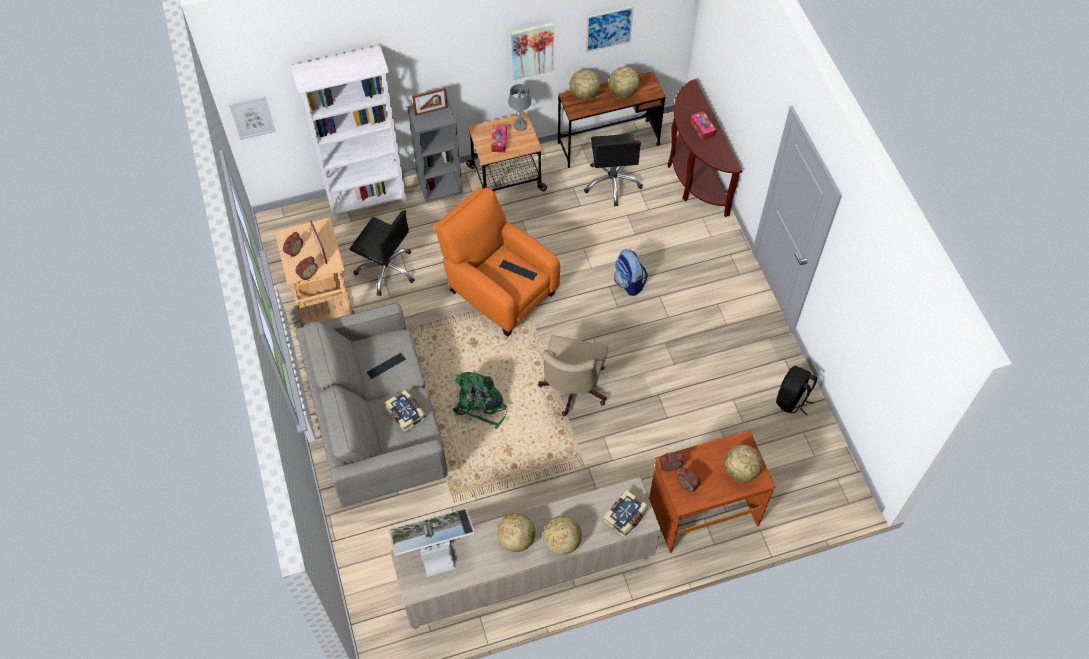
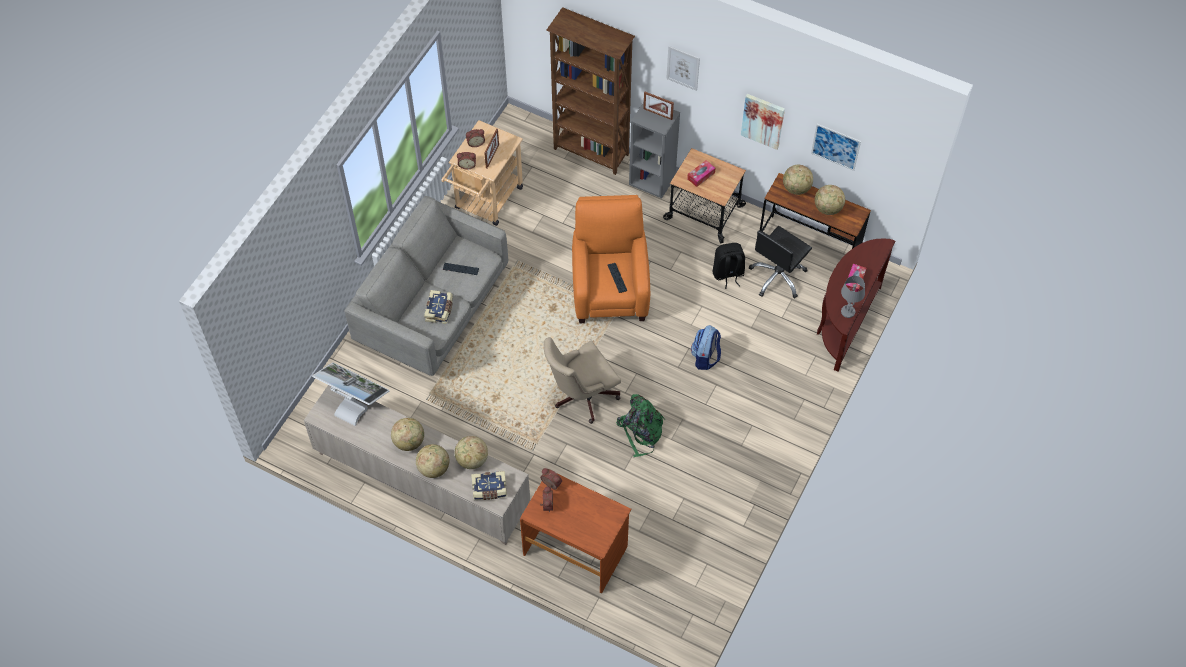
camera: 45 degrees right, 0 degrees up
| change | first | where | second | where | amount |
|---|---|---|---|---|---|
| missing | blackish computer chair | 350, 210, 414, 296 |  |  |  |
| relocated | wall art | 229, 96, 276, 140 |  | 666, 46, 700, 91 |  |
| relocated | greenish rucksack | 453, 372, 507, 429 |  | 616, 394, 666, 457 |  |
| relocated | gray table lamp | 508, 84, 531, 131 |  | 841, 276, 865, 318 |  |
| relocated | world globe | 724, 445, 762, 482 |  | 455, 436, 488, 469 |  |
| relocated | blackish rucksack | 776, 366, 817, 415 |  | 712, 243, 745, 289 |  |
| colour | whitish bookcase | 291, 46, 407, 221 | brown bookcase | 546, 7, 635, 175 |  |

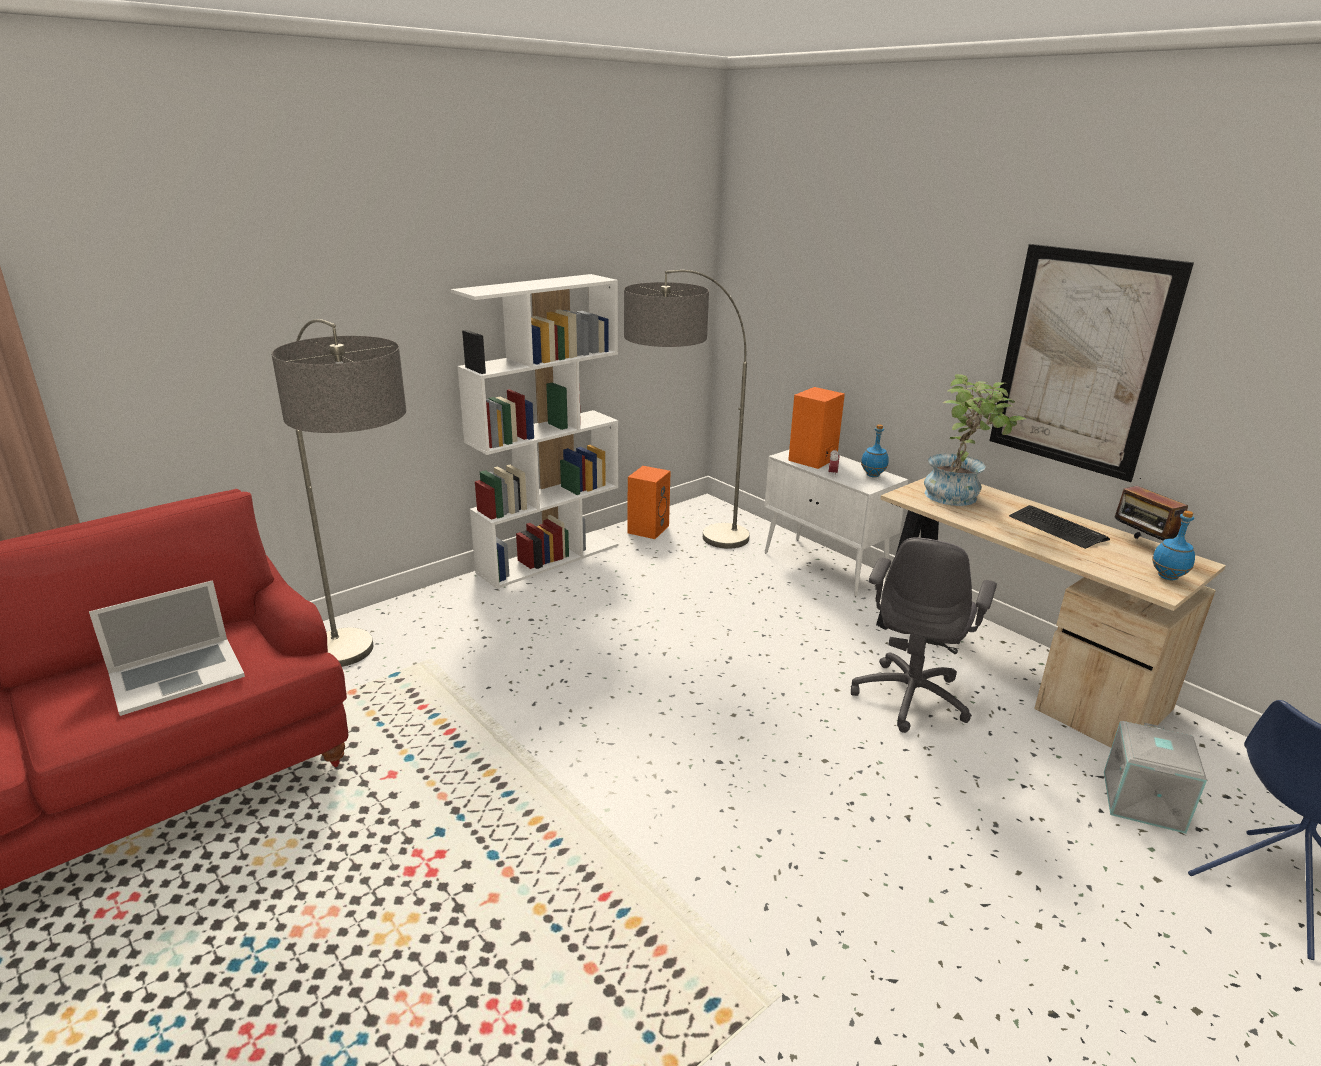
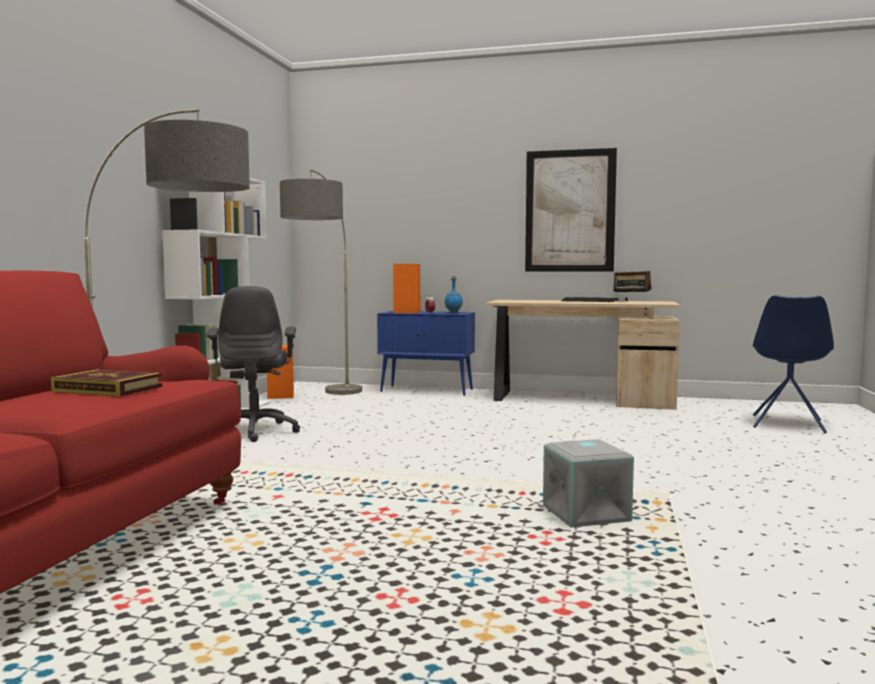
camera: 35 degrees left, 20 degrees down
| change | first | where | second | where | amount |
|---|---|---|---|---|---|
| missing | houseplant | 924, 374, 1027, 506 |  |  |  |
| missing | blue beverage bottle | 1152, 511, 1195, 580 |  |  |  |
| relocated | gray computer chair | 851, 538, 997, 733 |  | 206, 286, 300, 442 |  |
| relocated | gray storage container | 1104, 721, 1207, 833 |  | 543, 439, 634, 528 |  |
| exchanged | notebook computer | 89, 580, 245, 716 | book | 51, 369, 163, 396 |  |
| colour | whitish storage cabinet | 765, 450, 908, 597 | blue storage cabinet | 377, 311, 475, 396 |  |

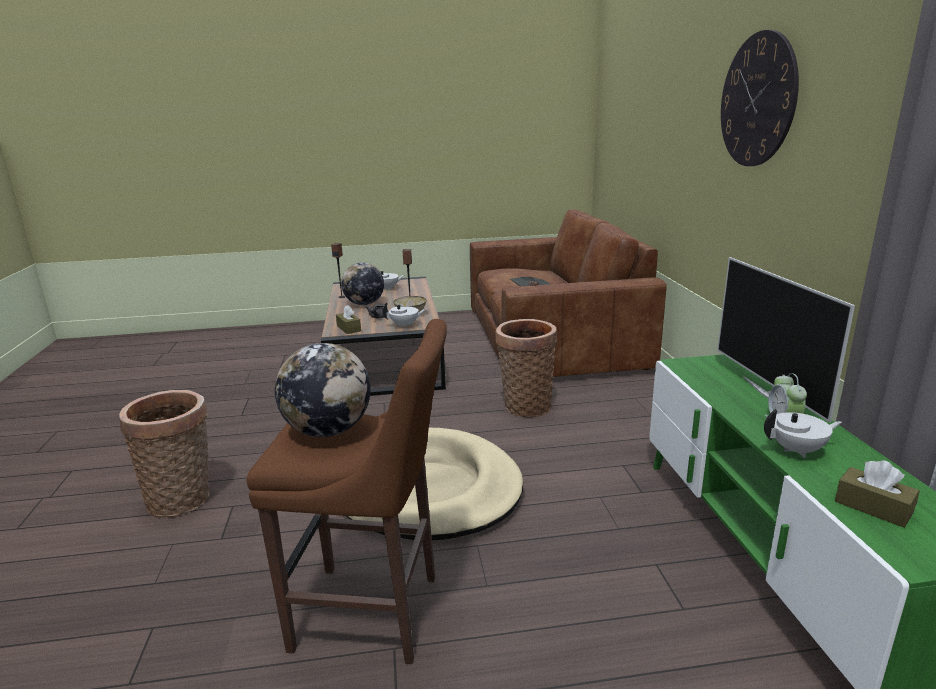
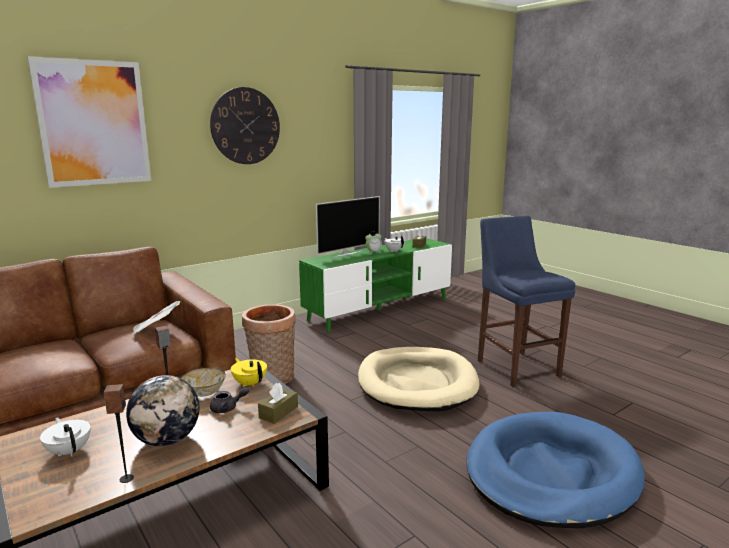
camera: 120 degrees left, 5 degrees down
| change | first | where | second | where | amount |
|---|---|---|---|---|---|
| missing | world globe | 275, 343, 370, 437 |  |  |  |
| appeared |  |  | wall art | 28, 56, 151, 188 |  |
| exchanged | storage basket | 119, 390, 210, 518 | blue pet bed | 466, 412, 645, 528 |  |
| colour | brown stool | 247, 319, 447, 664 | blue stool | 478, 215, 575, 387 |  |
| colour | whitish teapot | 383, 302, 426, 327 | yellow teapot | 231, 358, 267, 387 |  |

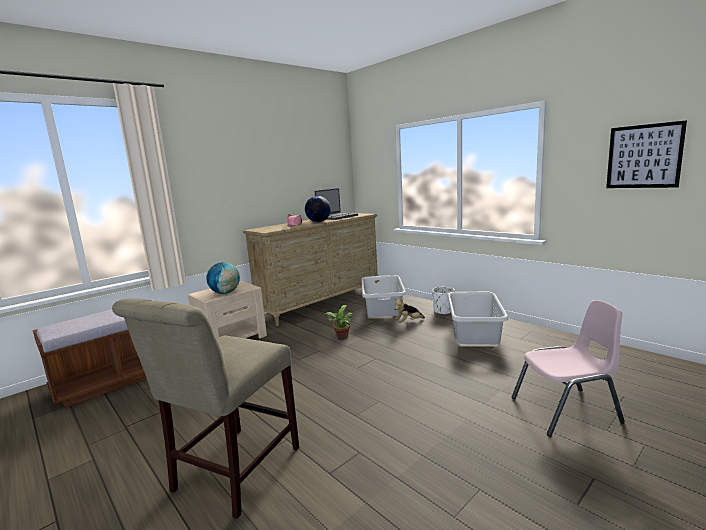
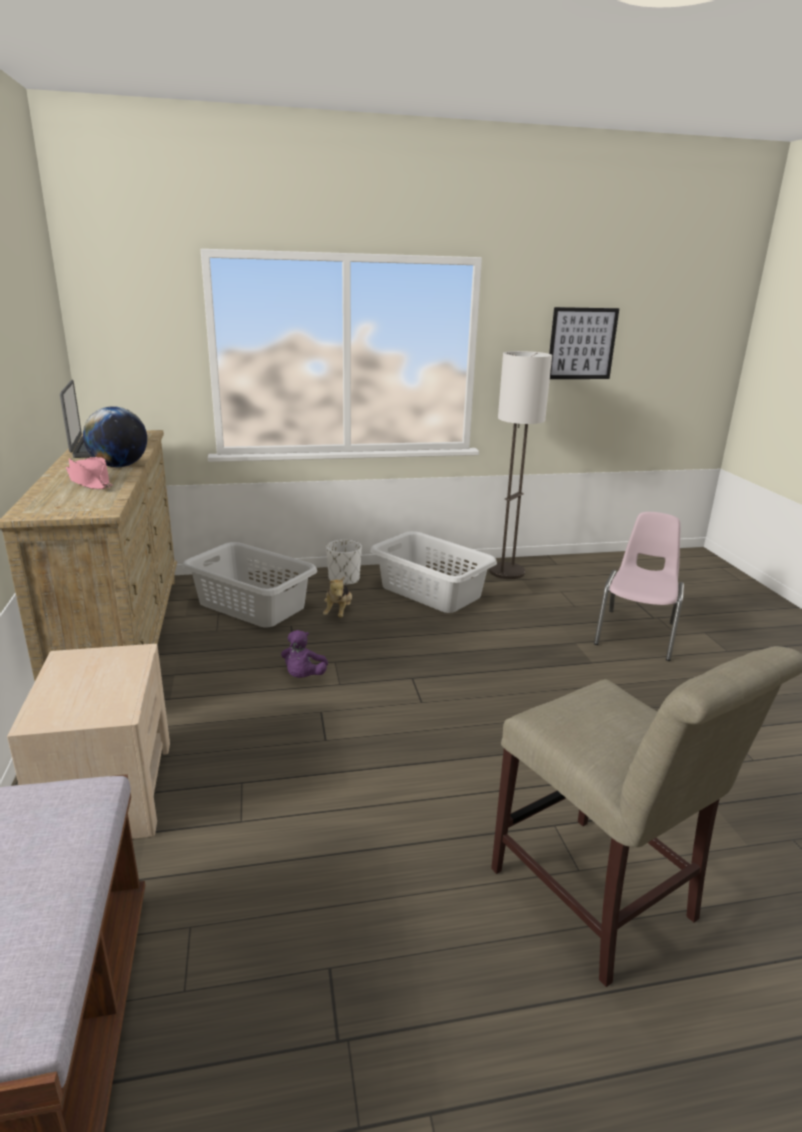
camera: 60 degrees left, 10 degrees up
| change | first | where | second | where | amount |
|---|---|---|---|---|---|
| missing | world globe | 206, 262, 240, 294 |  |  |  |
| appeared |  |  | floor lamp | 489, 351, 552, 579 |  |
| exchanged | houseplant | 325, 305, 353, 339 | purple-coloured soft toy | 281, 630, 328, 678 |  |

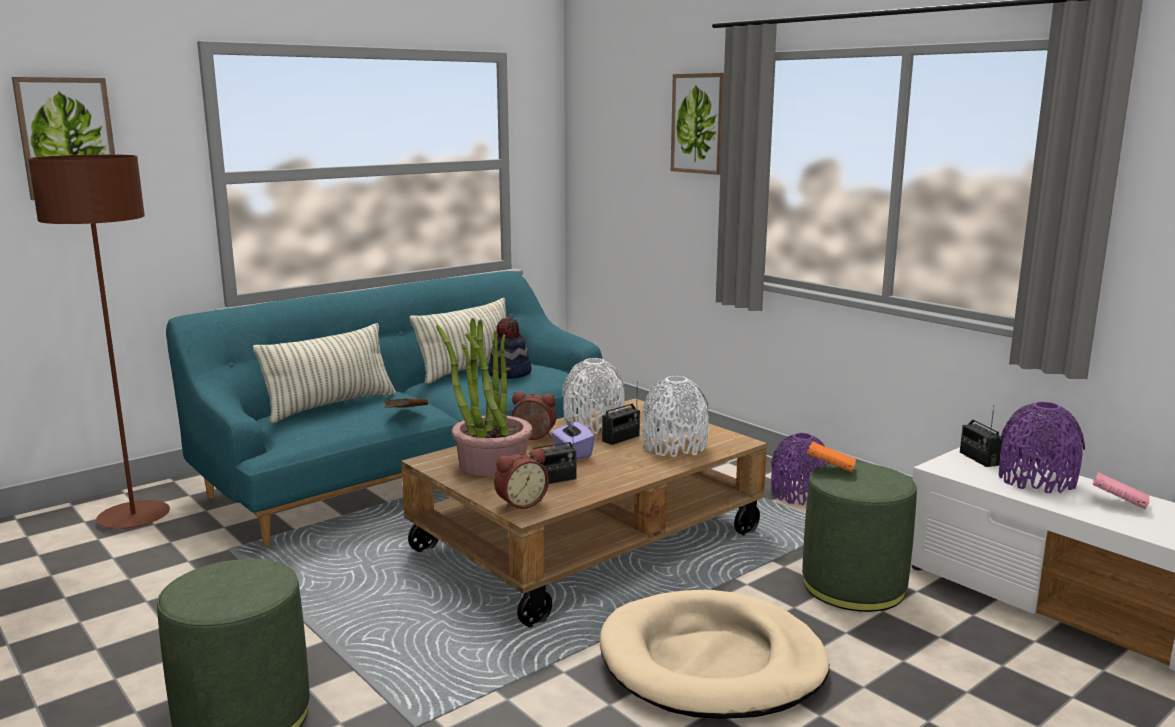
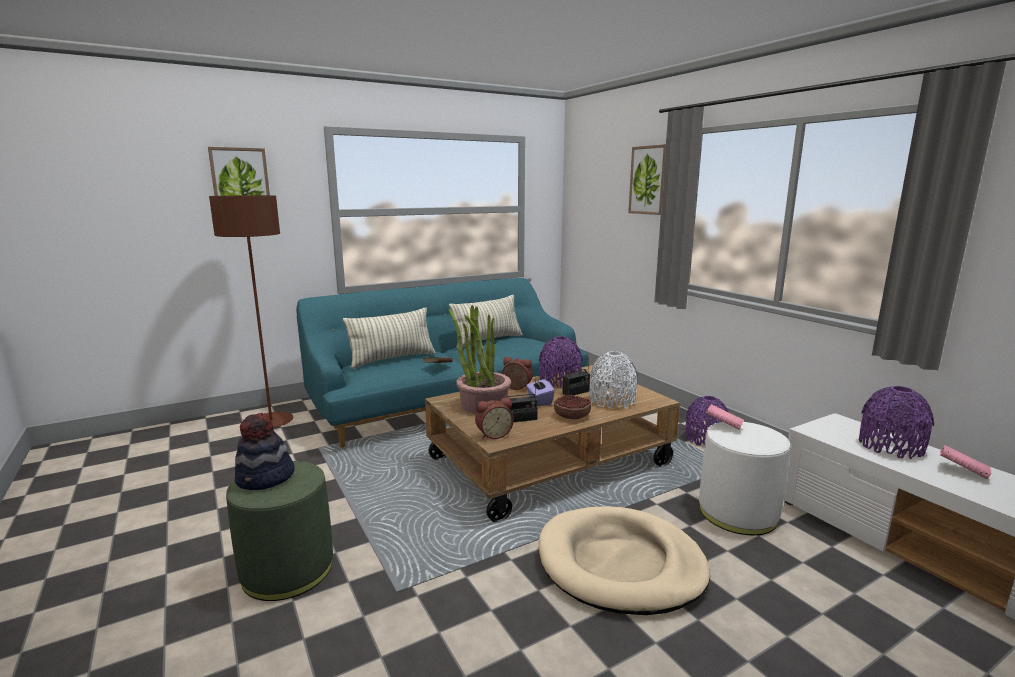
camera: 10 degrees right, 0 degrees up
| change | first | where | second | where | amount |
|---|---|---|---|---|---|
| missing | radio set | 960, 405, 1003, 467 |  |  |  |
| appeared |  |  | bowl | 554, 395, 591, 419 |  |
| relocated | hat | 488, 317, 531, 379 |  | 235, 413, 295, 490 |  |
| colour | whitish vase | 562, 358, 626, 434 | purple-coloured vase | 539, 336, 583, 388 |  |
| colour | greenish footrest | 802, 462, 917, 612 | whitish footrest | 699, 422, 790, 535 |  |
| colour | orange-coloured book | 807, 441, 856, 472 | pink-coloured book | 706, 404, 744, 430 |  |

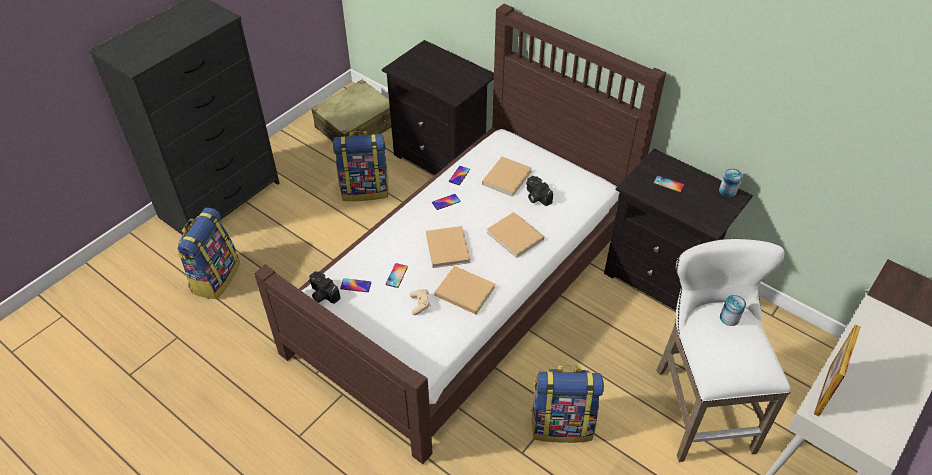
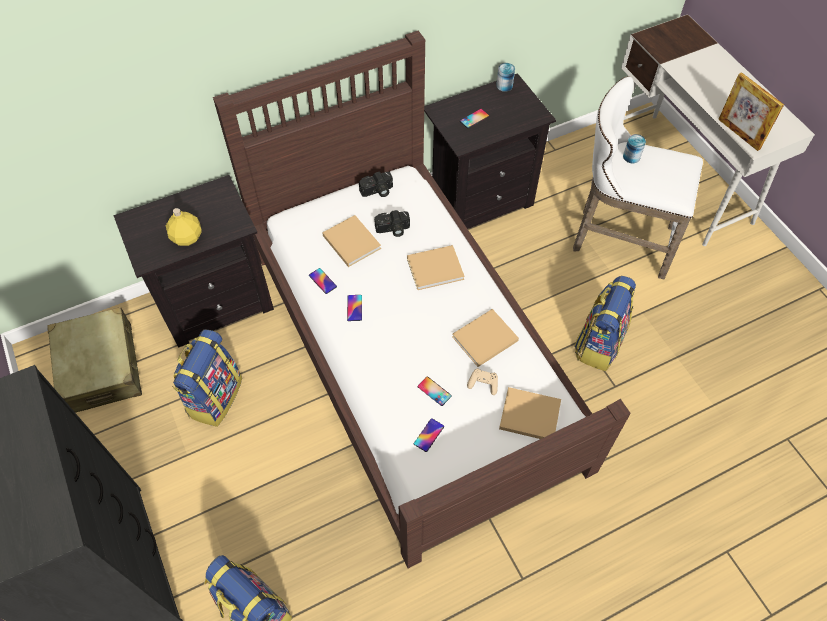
camera: 65 degrees left, 10 degrees up
| change | first | where | second | where | amount |
|---|---|---|---|---|---|
| appeared |  |  | yellow beverage bottle | 166, 208, 202, 246 |  |
| relocated | photo camera | 309, 271, 340, 304 |  | 359, 172, 393, 197 |  |
| relocated | sand-coloured book | 426, 226, 470, 268 |  | 499, 387, 561, 439 |  |

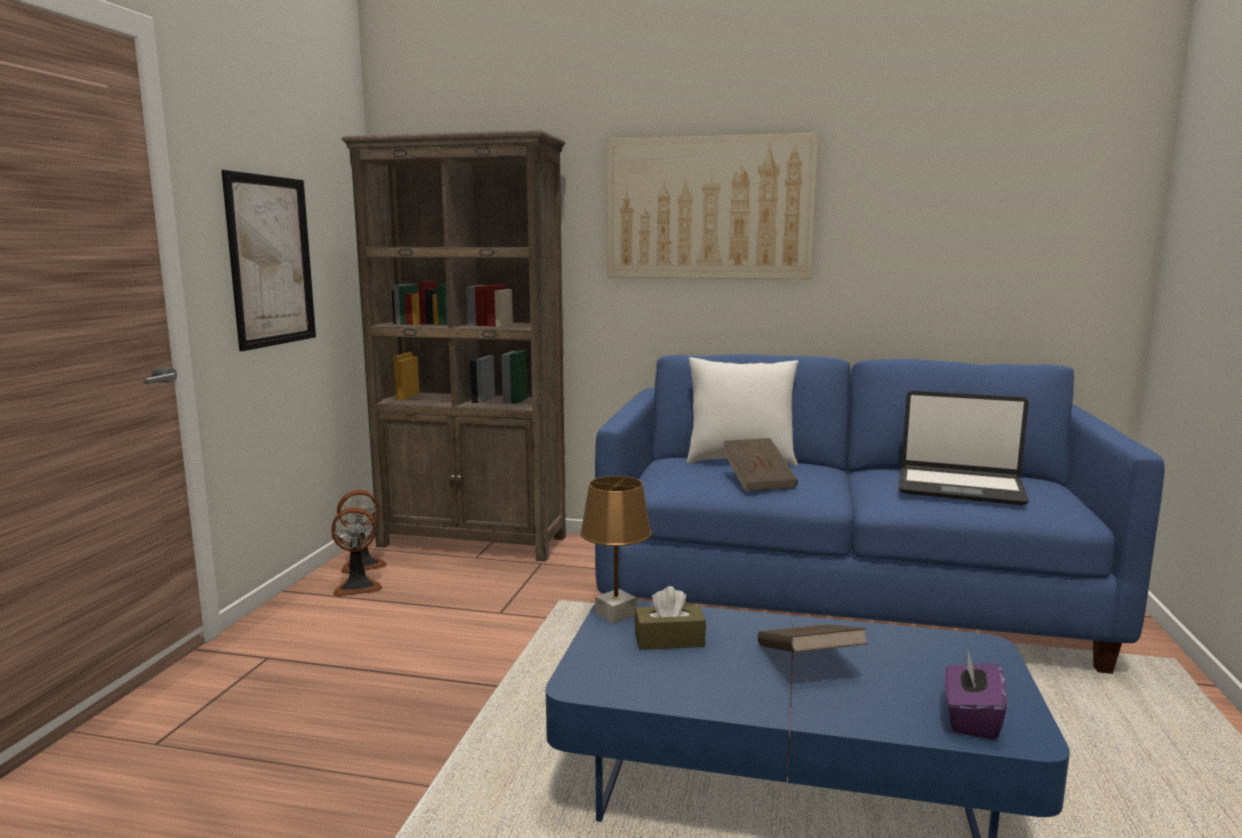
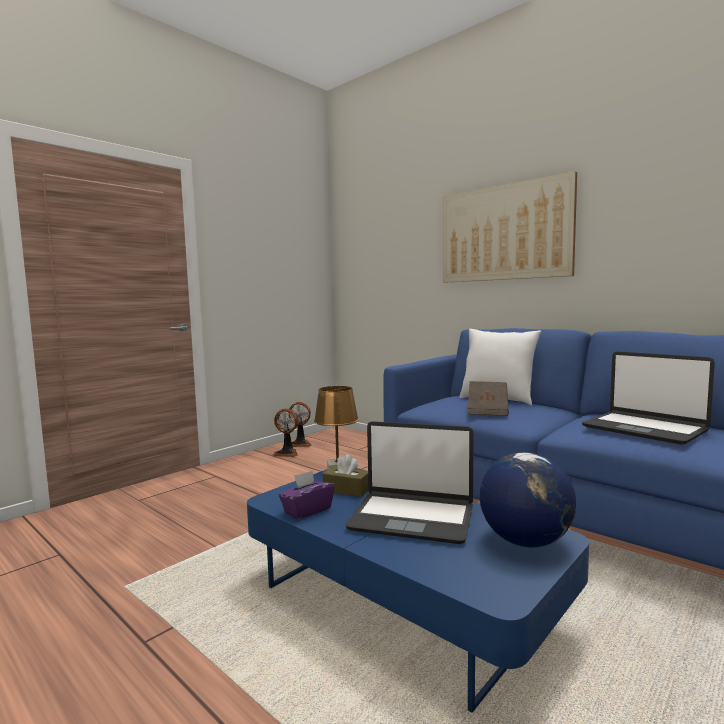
camera: 30 degrees right, 5 degrees down
| change | first | where | second | where | amount |
|---|---|---|---|---|---|
| missing | wall art | 221, 170, 316, 351 |  |  |  |
| missing | brown bookcase | 341, 130, 566, 562 |  |  |  |
| appeared |  |  | world globe | 480, 452, 576, 547 |  |
| relocated | purple-coloured tissue box | 945, 651, 1007, 740 |  | 279, 470, 335, 520 |  |
| exchanged | brown book | 757, 624, 868, 652 | notebook computer | 346, 421, 473, 544 |  |

